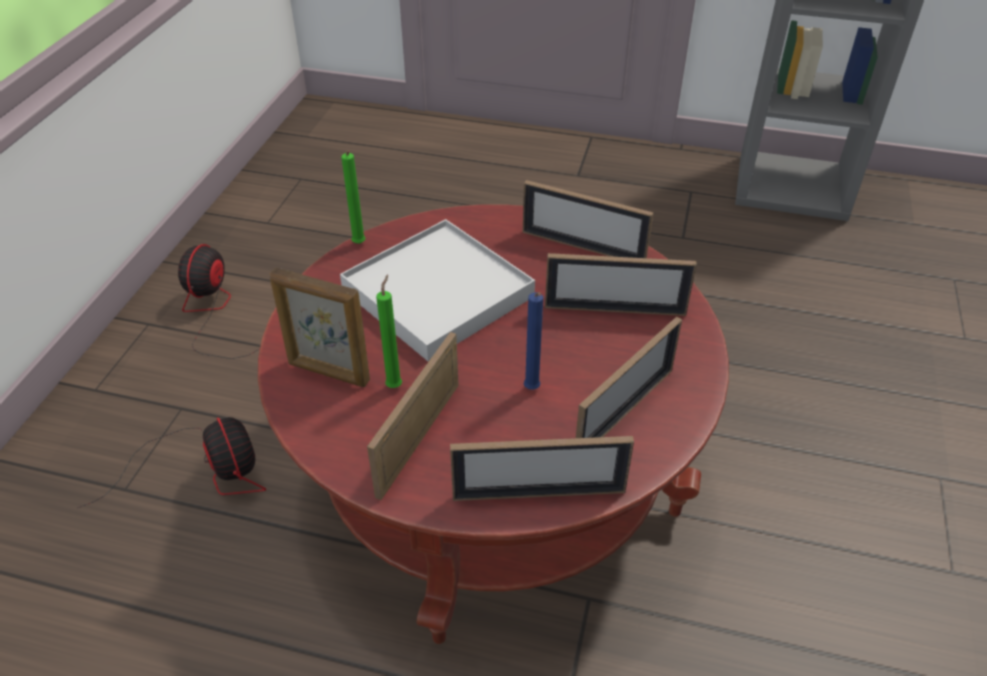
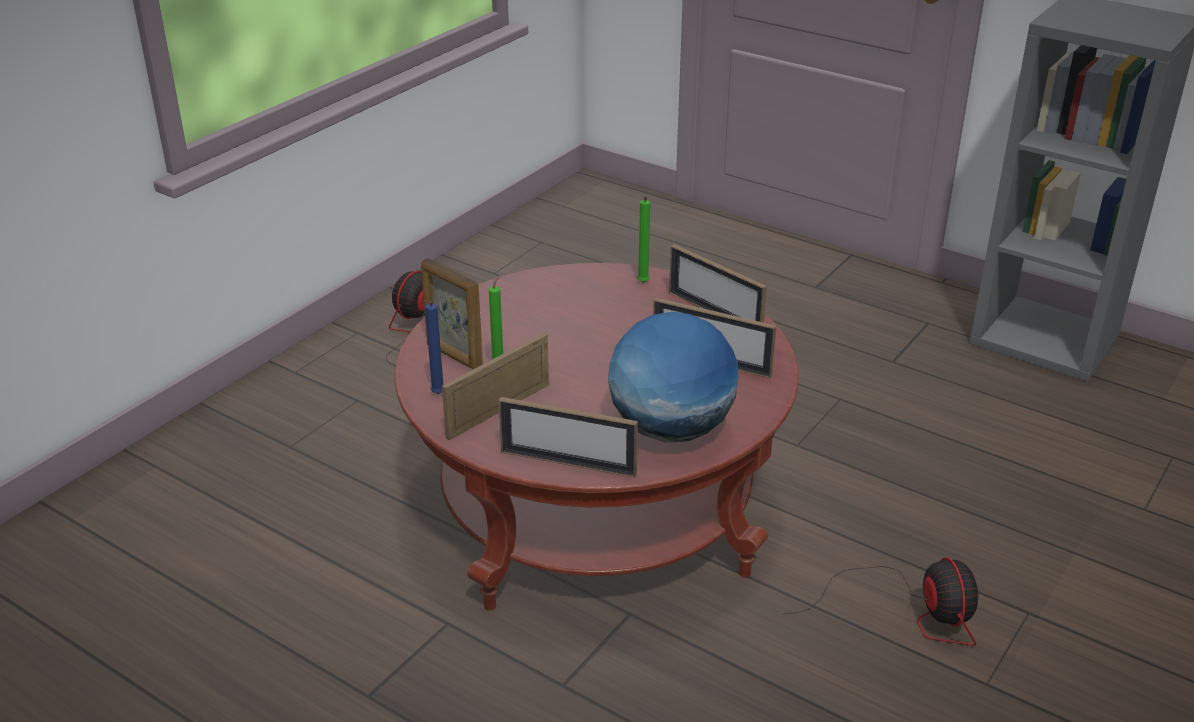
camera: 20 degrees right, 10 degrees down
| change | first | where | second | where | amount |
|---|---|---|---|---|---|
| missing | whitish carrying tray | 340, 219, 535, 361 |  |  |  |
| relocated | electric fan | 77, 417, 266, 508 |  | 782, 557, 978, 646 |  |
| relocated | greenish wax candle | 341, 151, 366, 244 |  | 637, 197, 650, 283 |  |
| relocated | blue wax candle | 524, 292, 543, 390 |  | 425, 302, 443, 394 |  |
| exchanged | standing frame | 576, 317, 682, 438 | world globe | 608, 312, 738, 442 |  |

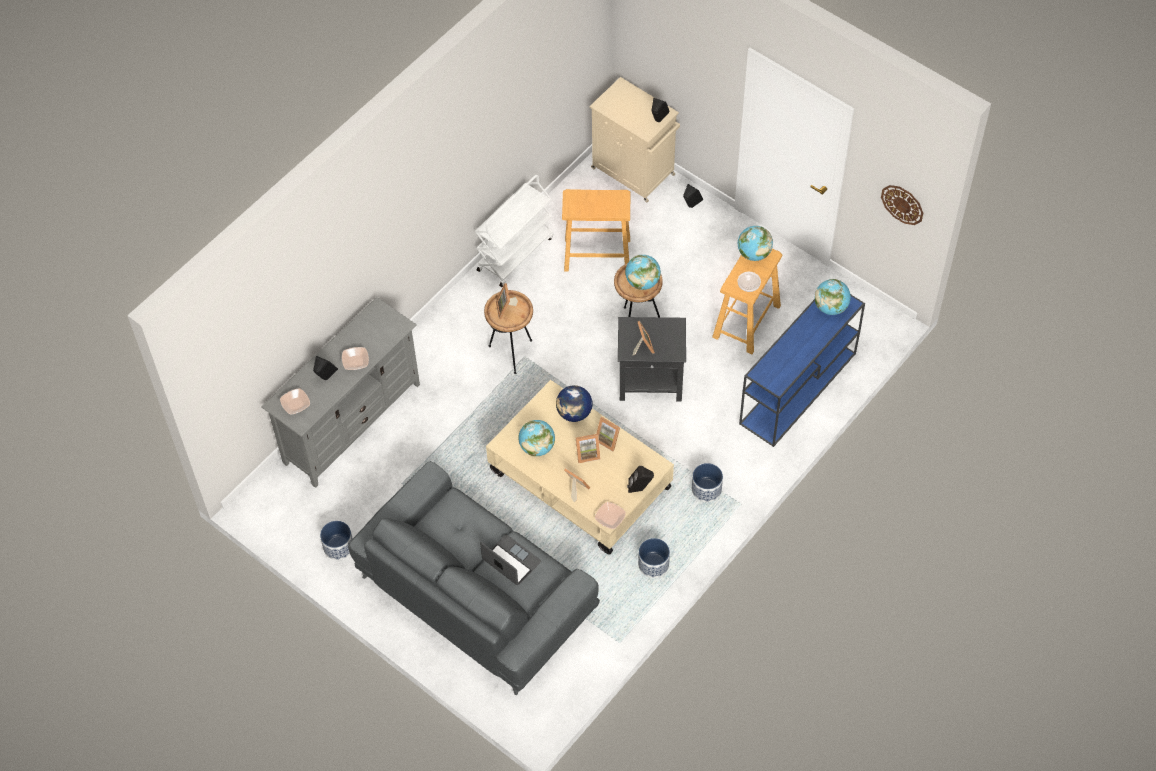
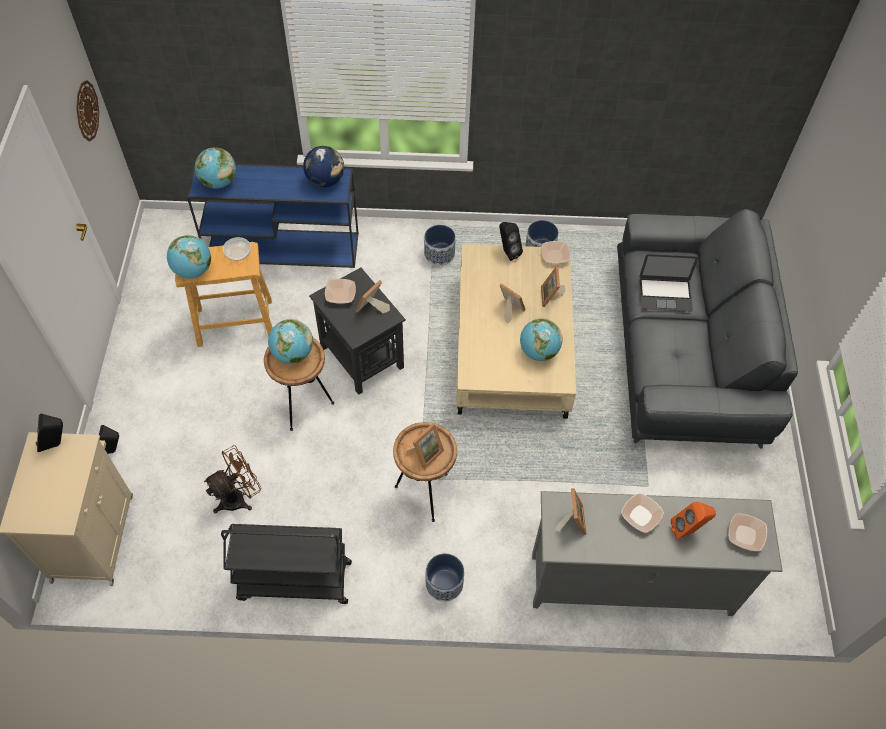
camera: 130 degrees left, 0 degrees up
| change | first | where | second | where | amount |
|---|---|---|---|---|---|
| appeared |  |  | bowl | 325, 279, 356, 304 |  |
| relocated | planter | 320, 521, 353, 560 |  | 426, 553, 464, 602 |  |
| relocated | world globe | 556, 385, 593, 422 |  | 303, 146, 344, 187 |  |
| relocated | standing frame | 596, 417, 620, 452 |  | 554, 488, 586, 535 |  |
| exchanged | sand-coloured stool | 562, 189, 630, 272 | brown electric fan | 204, 445, 261, 513 |  |
| colour | blackish loudspeaker | 313, 356, 338, 380 | orange-coloured loudspeaker | 671, 502, 716, 540 |  |
| colour | whitish wheeled cart | 475, 175, 554, 287 | blackish wheeled cart | 221, 524, 352, 604 |  |
| spun | notebook computer | 480, 535, 541, 585 |  | 639, 254, 698, 312 | 90 degrees counterclockwise |

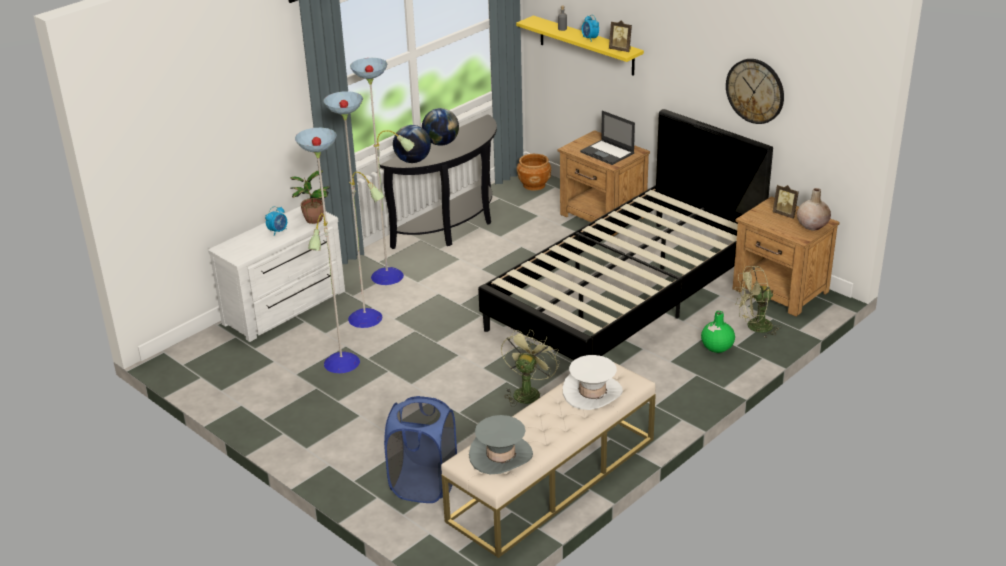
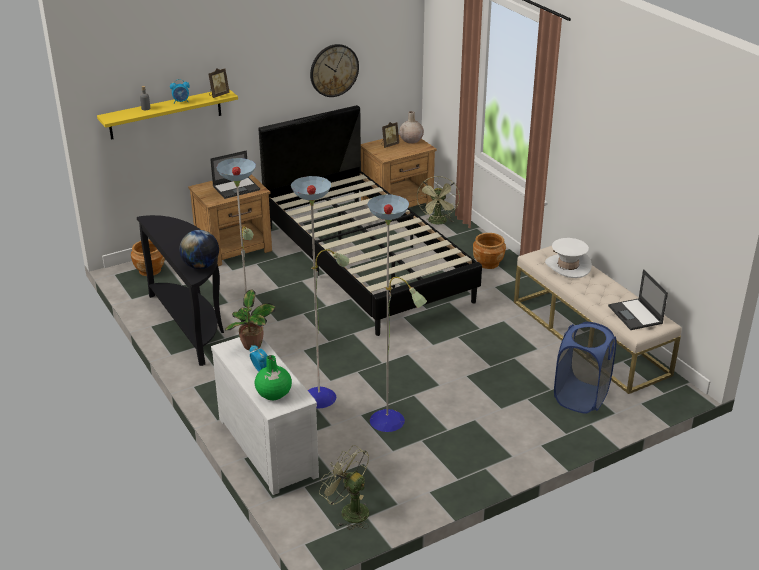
camera: 75 degrees left, 0 degrees up
| change | first | where | second | where | amount |
|---|---|---|---|---|---|
| missing | world globe | 422, 108, 459, 146 |  |  |  |
| appeared |  |  | brown planter | 473, 233, 506, 269 |  |
| relocated | greenish electric fan | 501, 329, 560, 407 |  | 319, 445, 369, 530 |  |
| relocated | greenish vase | 701, 311, 735, 353 |  | 255, 355, 292, 400 |  |
| exchanged | gray hat | 469, 415, 533, 474 | notebook computer | 608, 269, 668, 330 |  |

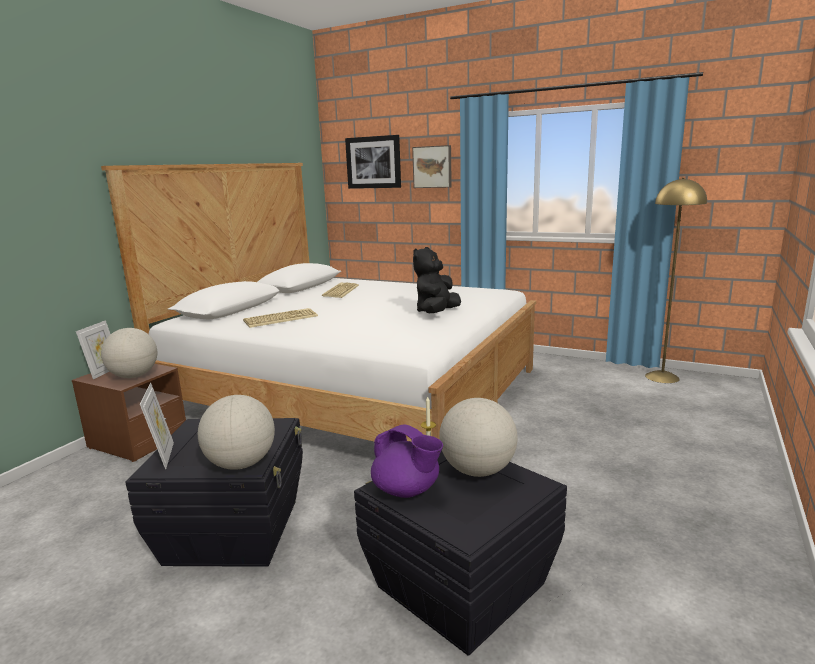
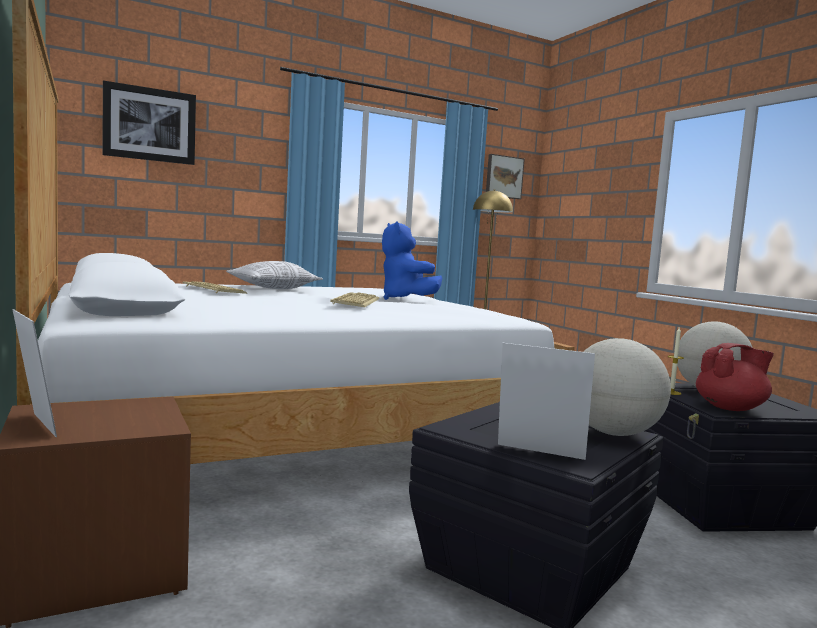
camera: 55 degrees left, 10 degrees down
| change | first | where | second | where | amount |
|---|---|---|---|---|---|
| missing | world globe | 101, 328, 157, 378 |  |  |  |
| appeared |  |  | cushion | 227, 261, 323, 289 |  |
| relocated | PC keyboard | 243, 308, 318, 328 |  | 330, 292, 379, 307 |  |
| relocated | wall art | 412, 145, 452, 188 |  | 486, 154, 525, 199 |  |
| colour | purple-coloured teapot | 371, 424, 443, 498 | reddish teapot | 696, 343, 774, 411 |  |
| colour | blackish soft toy | 413, 247, 461, 313 | blue soft toy | 382, 221, 442, 300 |  |

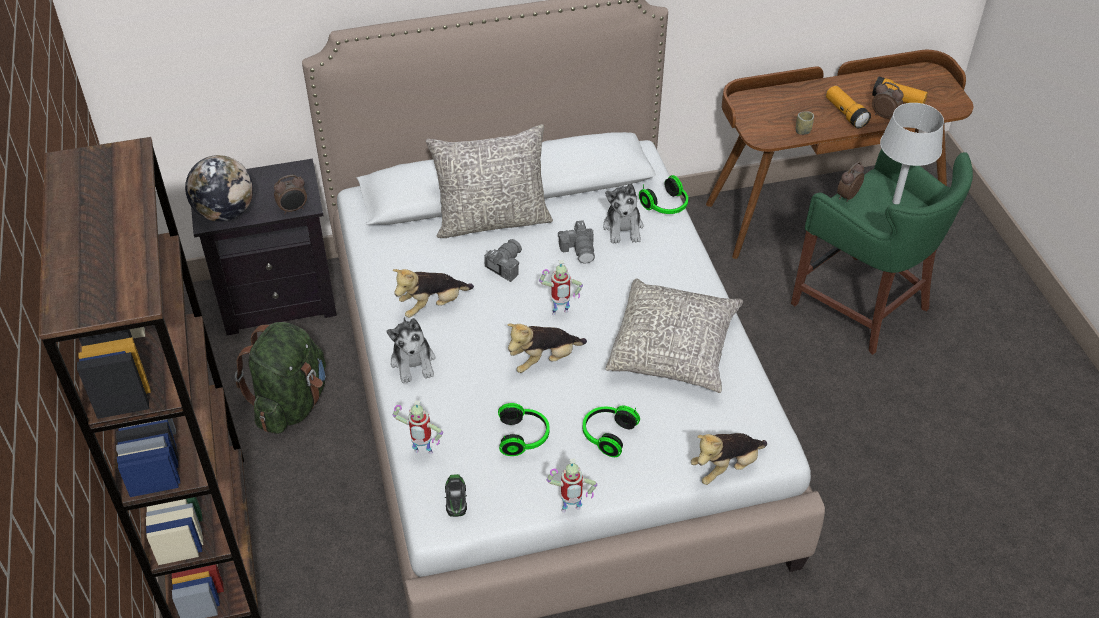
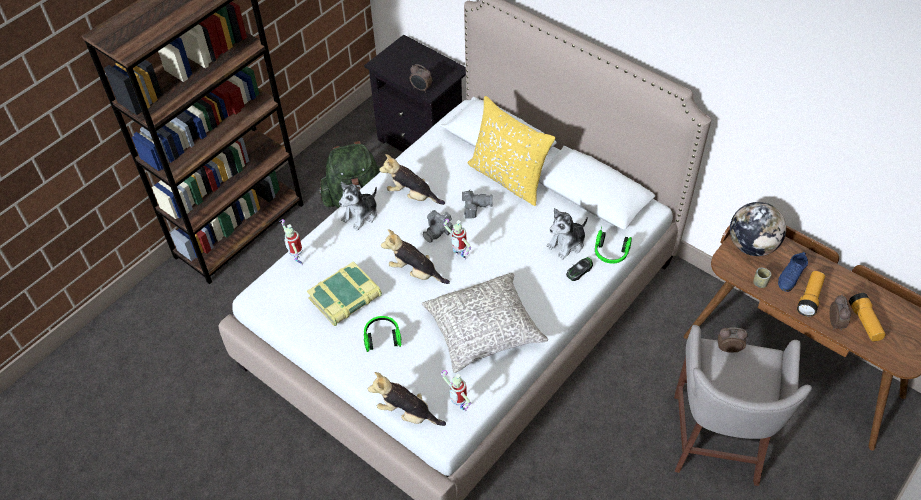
camera: 55 degrees right, 5 degrees up
| change | first | where | second | where | amount |
|---|---|---|---|---|---|
| missing | gray table lamp | 880, 103, 944, 204 |  |  |  |
| appeared |  |  | blue shoe | 778, 252, 808, 292 |  |
| relocated | world globe | 185, 155, 253, 222 |  | 730, 202, 786, 256 |  |
| relocated | miniature car | 444, 474, 467, 517 |  | 566, 257, 593, 281 |  |
| relocated | model robot | 547, 458, 597, 513 |  | 441, 370, 471, 412 |  |
| relocated | photo camera | 558, 220, 595, 264 |  | 423, 210, 453, 243 |  |
| exchanged | pair of headphones | 498, 403, 550, 456 | book | 307, 261, 382, 326 |  |
| colour | gray cushion | 426, 124, 553, 238 | yellow cushion | 468, 96, 555, 206 |  |
| colour | greenish stool | 791, 149, 973, 355 | gray stool | 674, 325, 812, 486 |  |

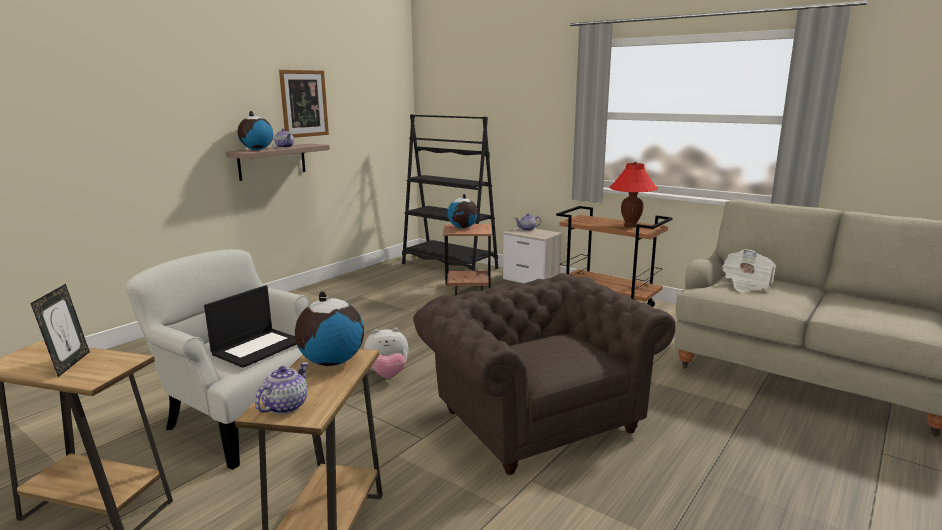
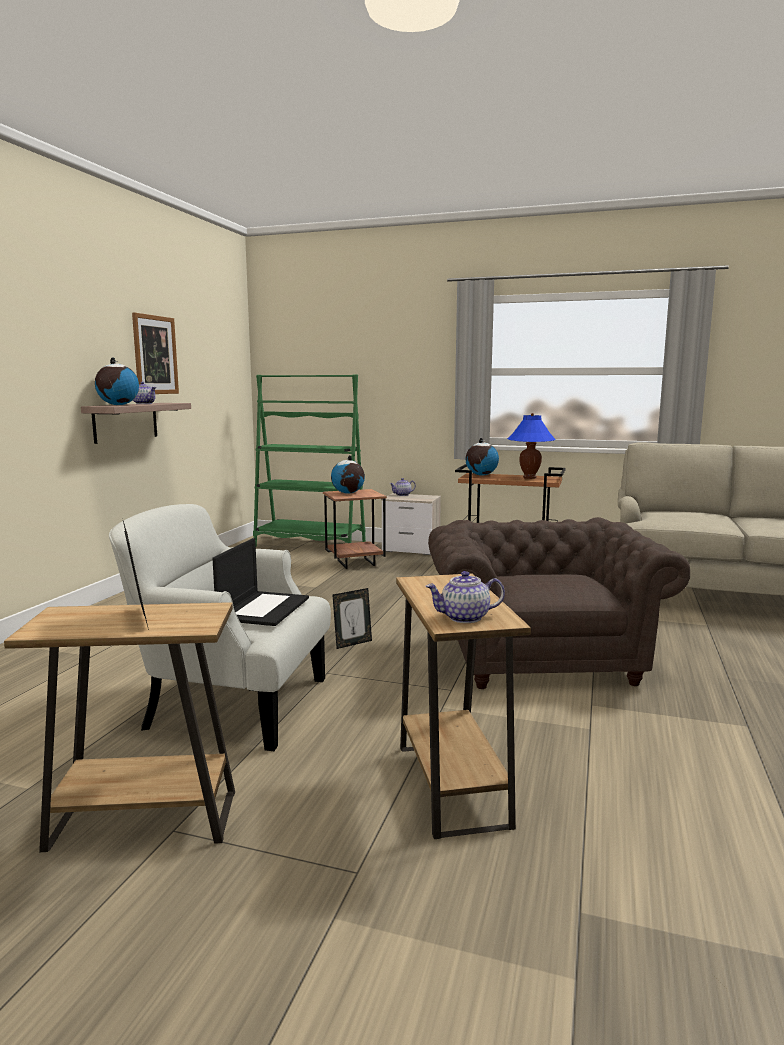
camera: 20 degrees left, 5 degrees down
| change | first | where | second | where | amount |
|---|---|---|---|---|---|
| missing | daily paper | 722, 249, 776, 292 |  |  |  |
| relocated | world globe | 295, 291, 364, 366 |  | 465, 438, 499, 476 |  |
| exchanged | soft toy | 364, 328, 408, 378 | standing frame | 333, 588, 372, 649 |  |
| colour | blackish bookcase | 402, 114, 498, 271 | greenish bookcase | 253, 374, 366, 547 |  |
| colour | reddish table lamp | 609, 162, 658, 227 | blue table lamp | 507, 413, 556, 479 |  |
| spun | teapot | 255, 362, 308, 414 |  | 426, 571, 505, 623 | 105 degrees counterclockwise |
| spun | brown armchair | 413, 273, 675, 475 |  | 428, 517, 690, 689 | 45 degrees clockwise |

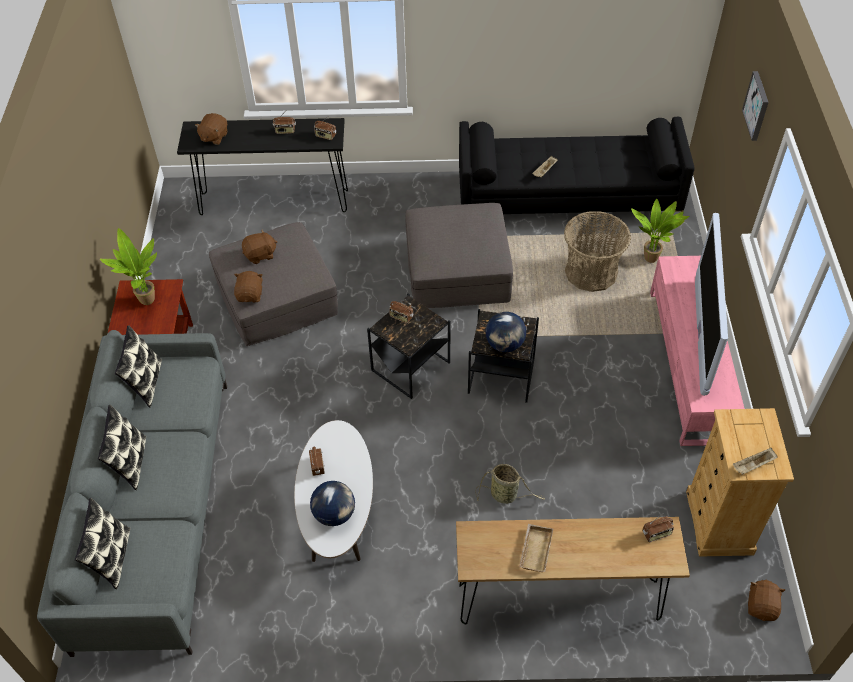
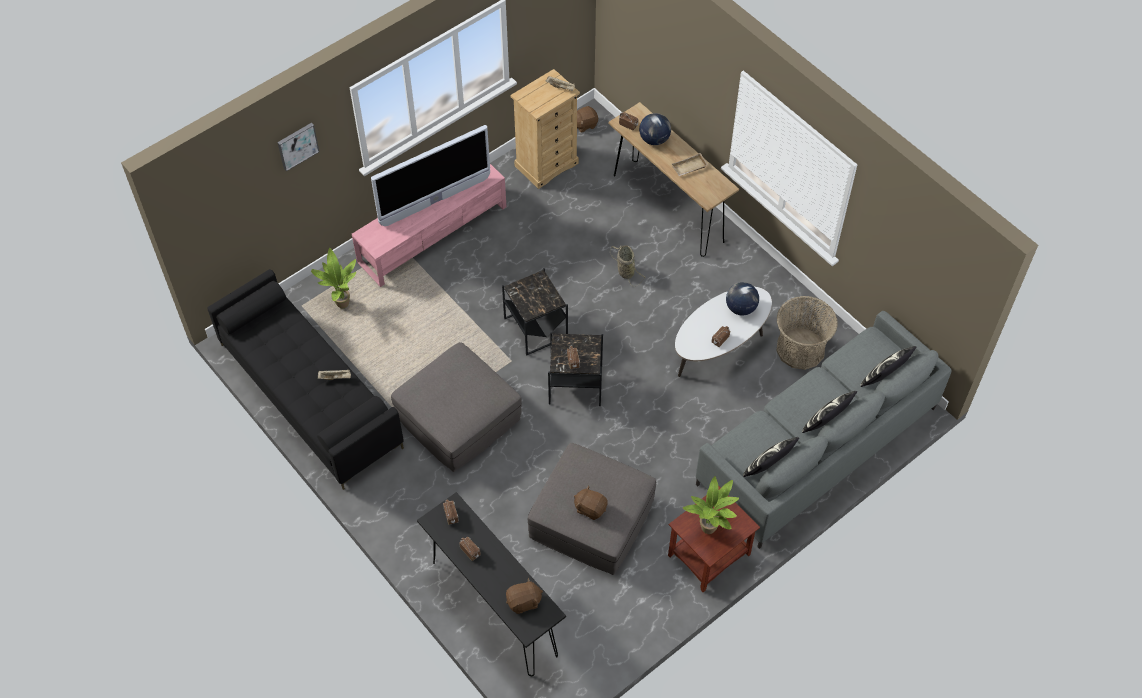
camera: 130 degrees left, 5 degrees up
| change | first | where | second | where | amount |
|---|---|---|---|---|---|
| missing | brown soft toy | 234, 271, 263, 302 |  |  |  |
| relocated | world globe | 485, 312, 526, 352 |  | 639, 113, 671, 145 |  |
| relocated | storage basket | 564, 211, 631, 292 |  | 776, 296, 838, 370 |  |

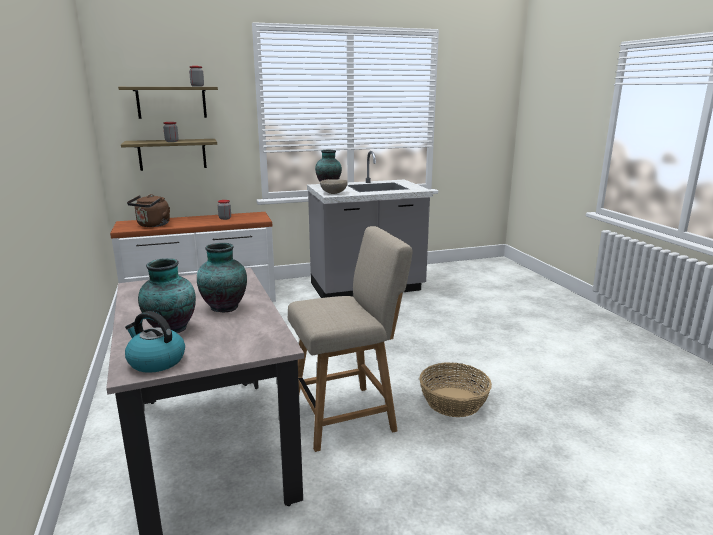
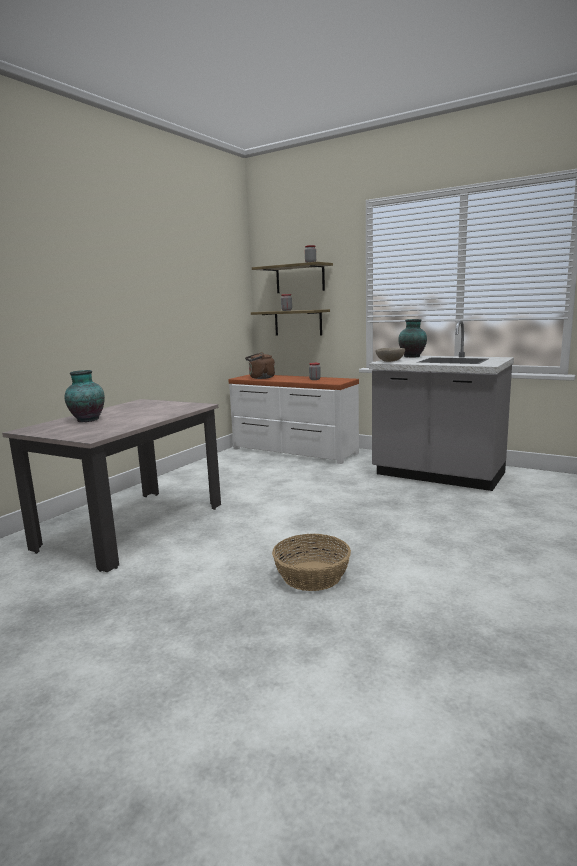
camera: 50 degrees right, 5 degrees down
| change | first | where | second | where | amount |
|---|---|---|---|---|---|
| missing | tea kettle | 125, 311, 185, 373 |  |  |  |
| missing | vase | 197, 243, 247, 313 |  |  |  |
| missing | sand-coloured upright chair | 288, 226, 412, 452 |  |  |  |

